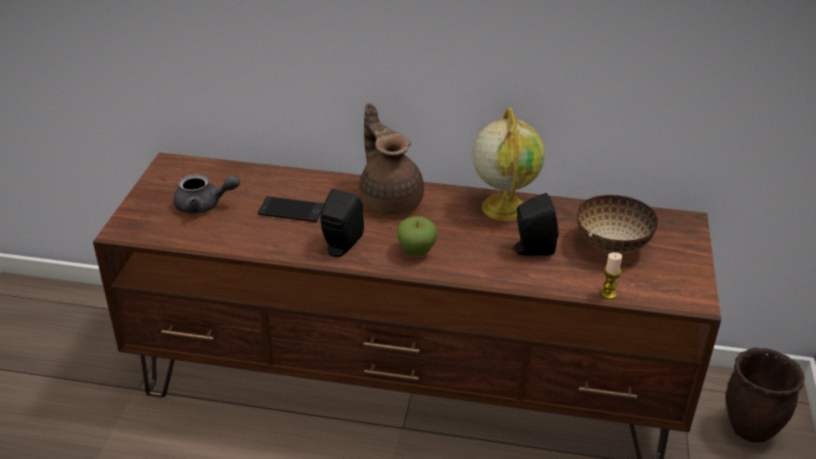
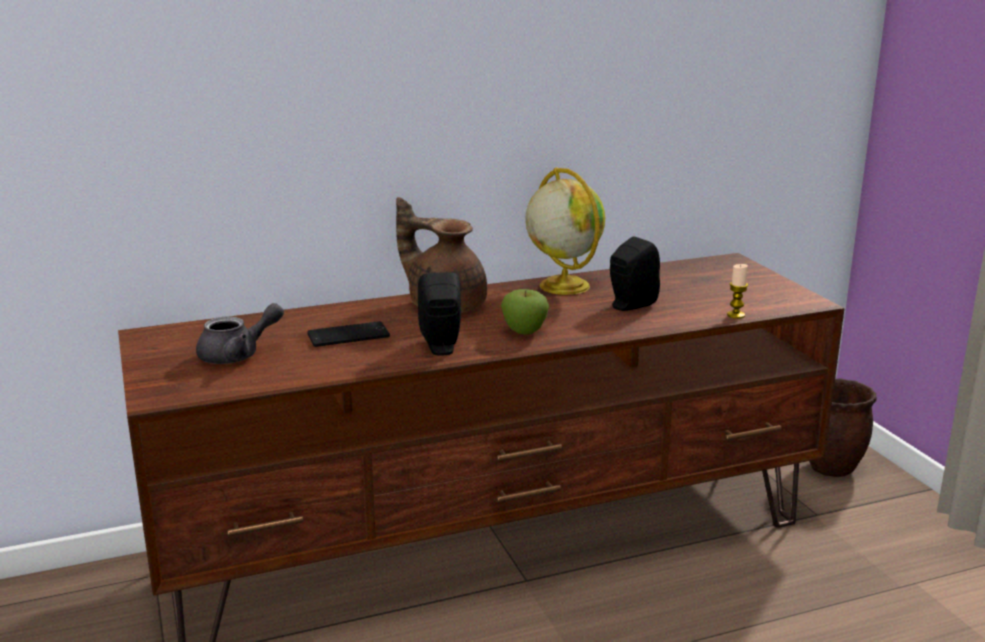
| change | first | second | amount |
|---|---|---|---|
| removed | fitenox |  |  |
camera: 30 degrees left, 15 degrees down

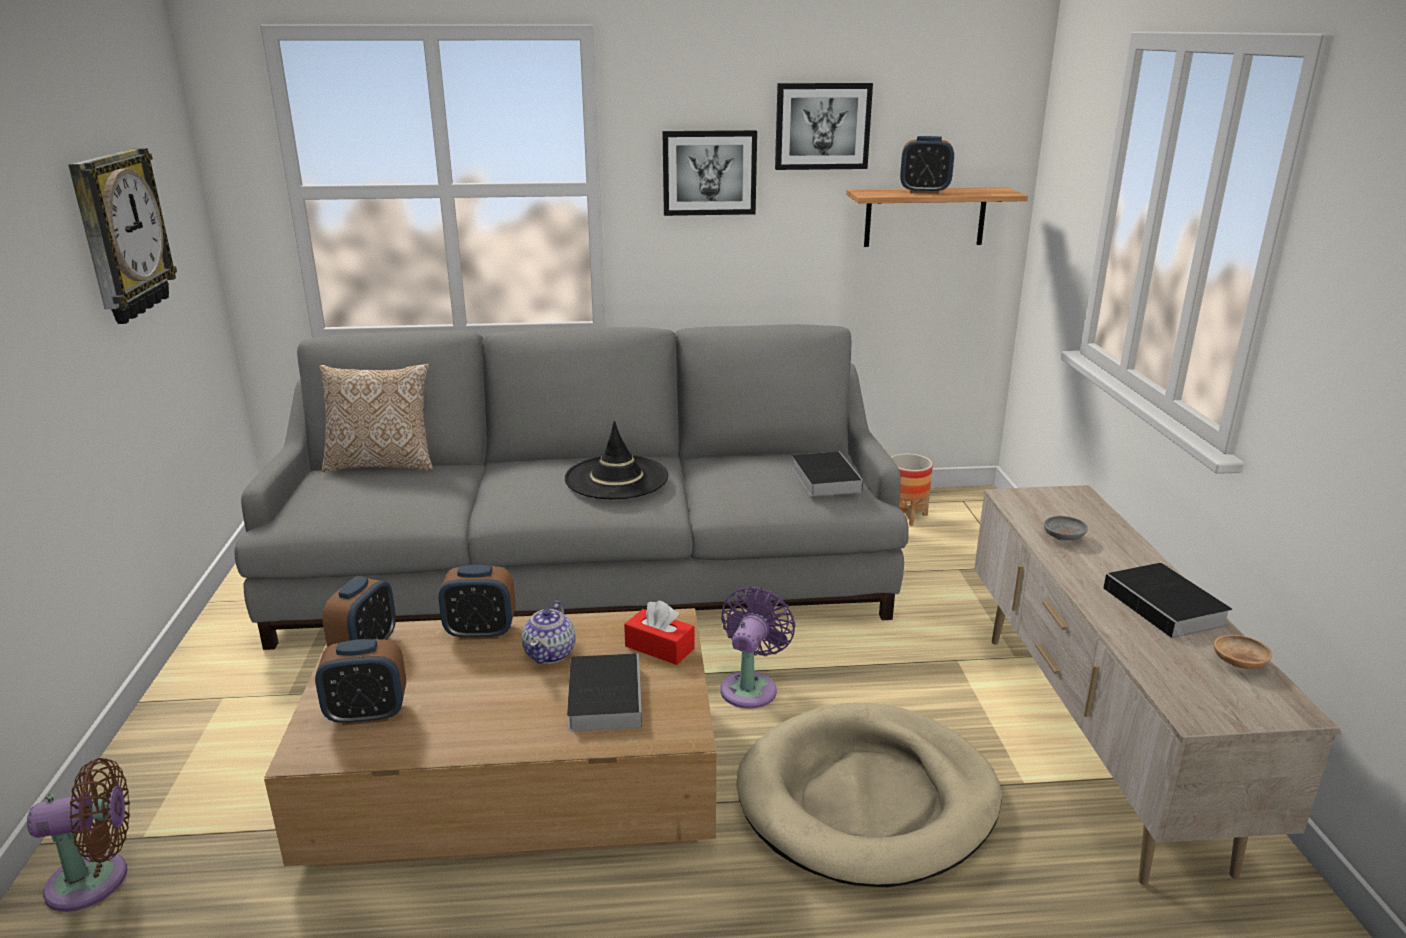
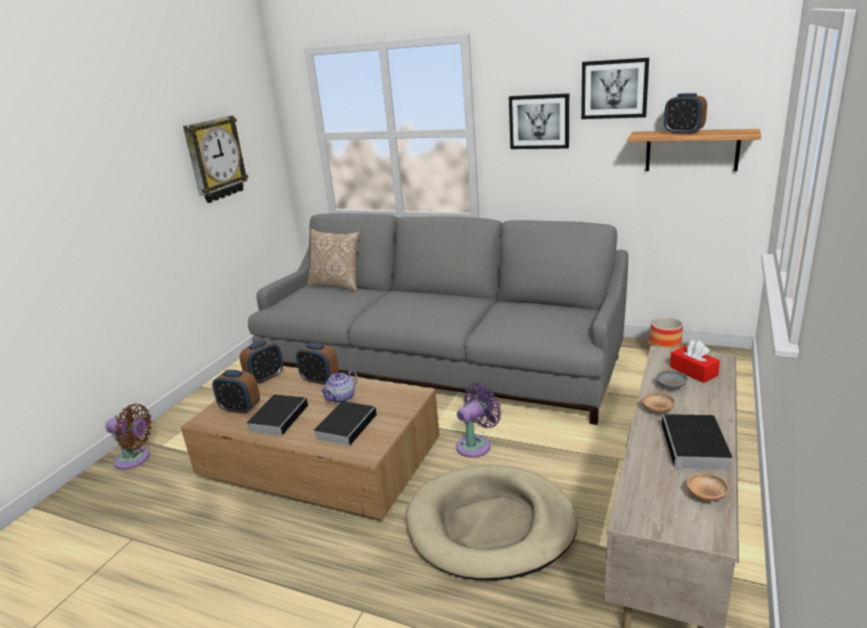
| change | first | second | amount |
|---|---|---|---|
| removed | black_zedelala |  |  |
| moved | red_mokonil |  |  |
| moved | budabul (2nd from left in the first image) | budabul (1st from left) |  |
| added |  | brown_fitenox (1st from left) |  |
camera: 30 degrees right, 0 degrees up

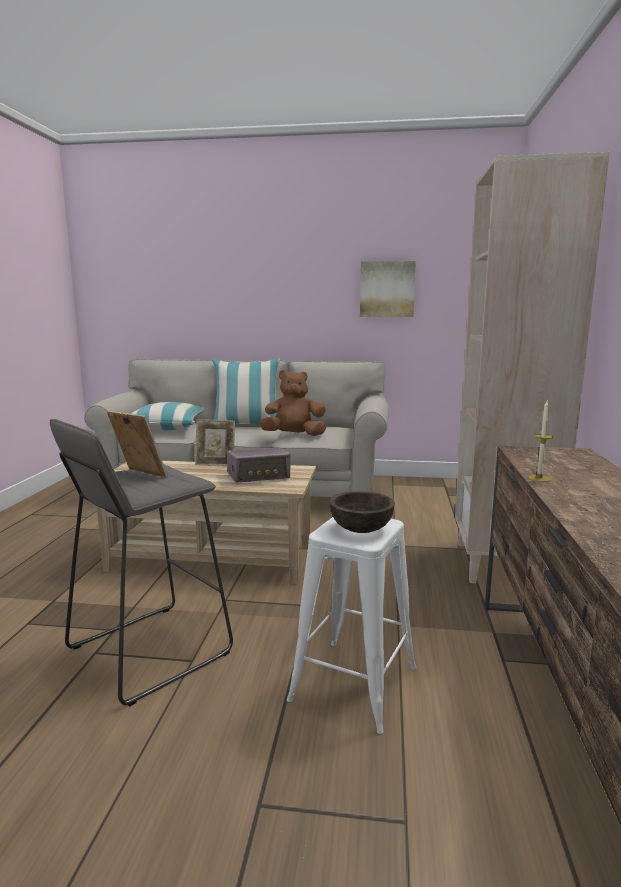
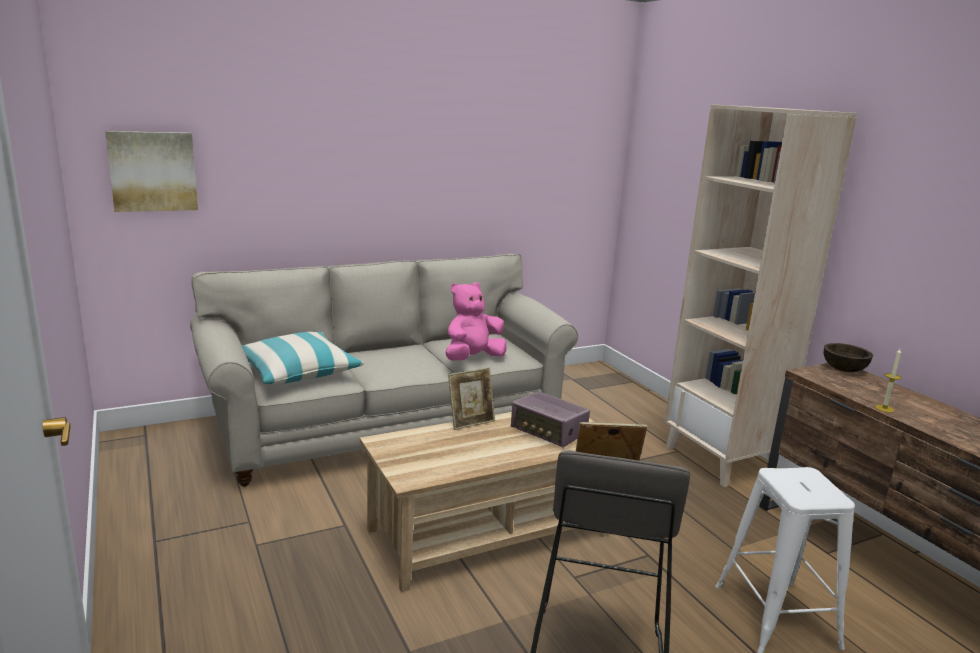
| change | first | second | amount |
|---|---|---|---|
| removed | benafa (2nd from left) |  |  |
| turned | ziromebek |  | 90 degrees clockwise |
| recoloured | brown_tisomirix | pink_tisomirix |  |
| moved | brown_fitenox |  |  |
| moved | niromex |  |  |
camera: 35 degrees left, 5 degrees up

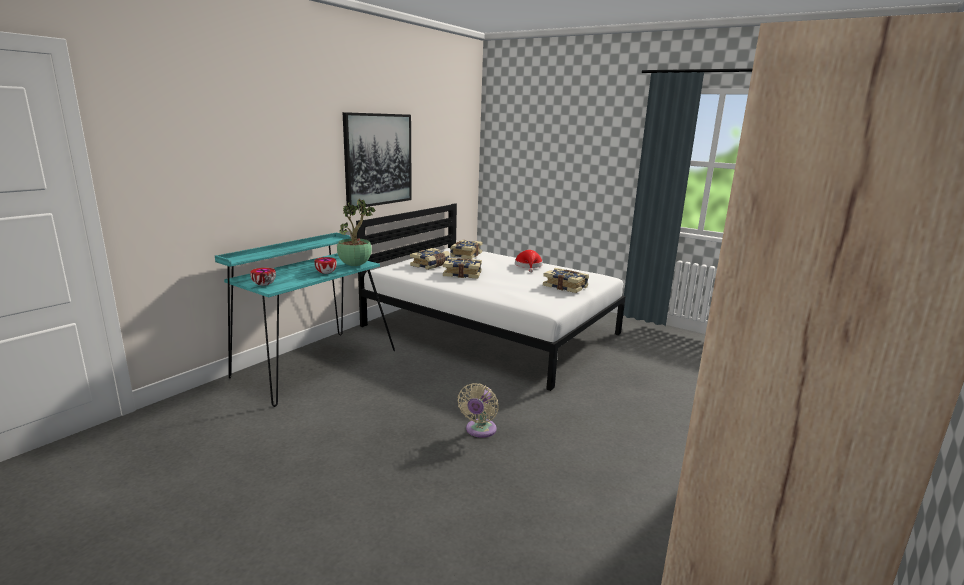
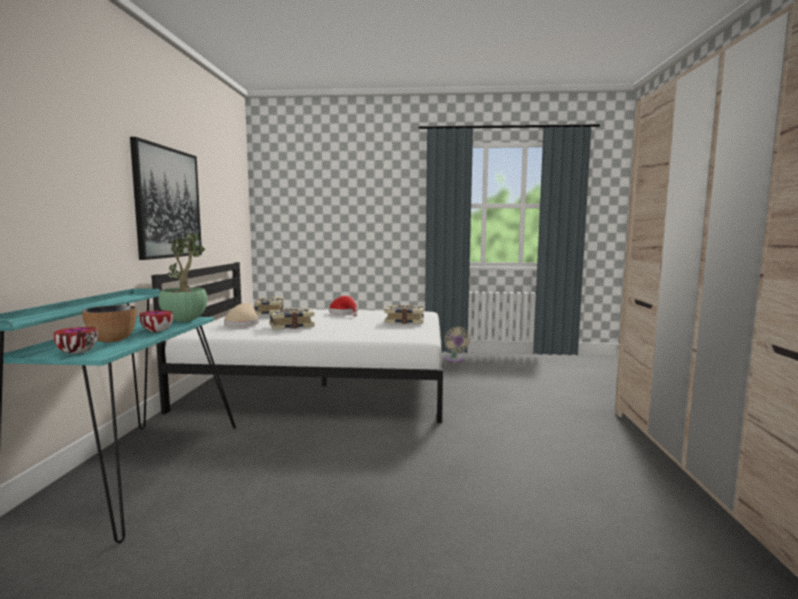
| change | first | second | amount |
|---|---|---|---|
| replaced | budabul (1st from left) | beige_zedelala |  |
| moved | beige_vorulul |  |  |
| added |  | fitenox (2nd from left) |  |
camera: 30 degrees left, 10 degrees down

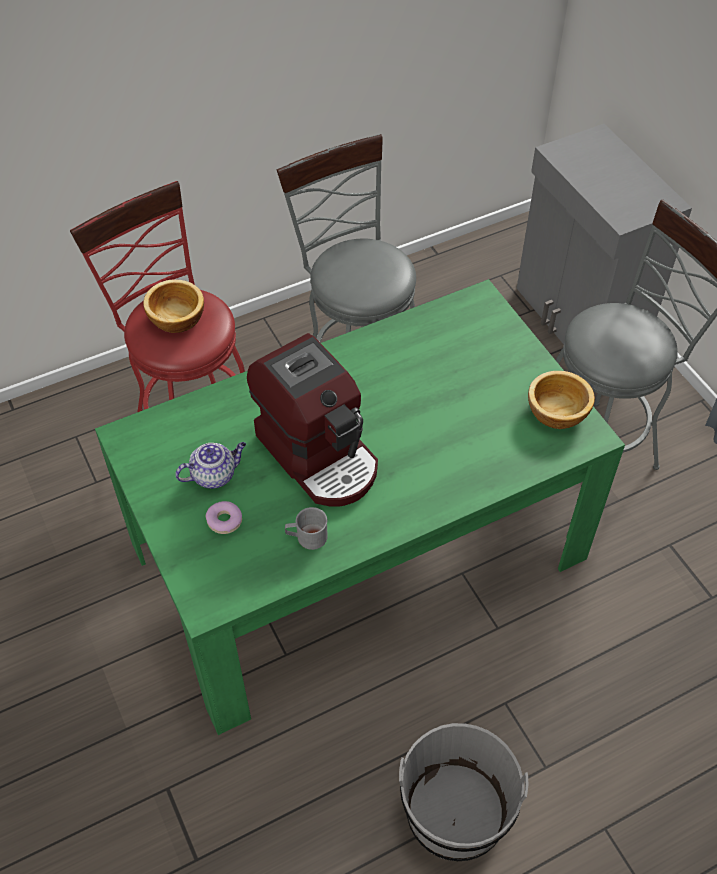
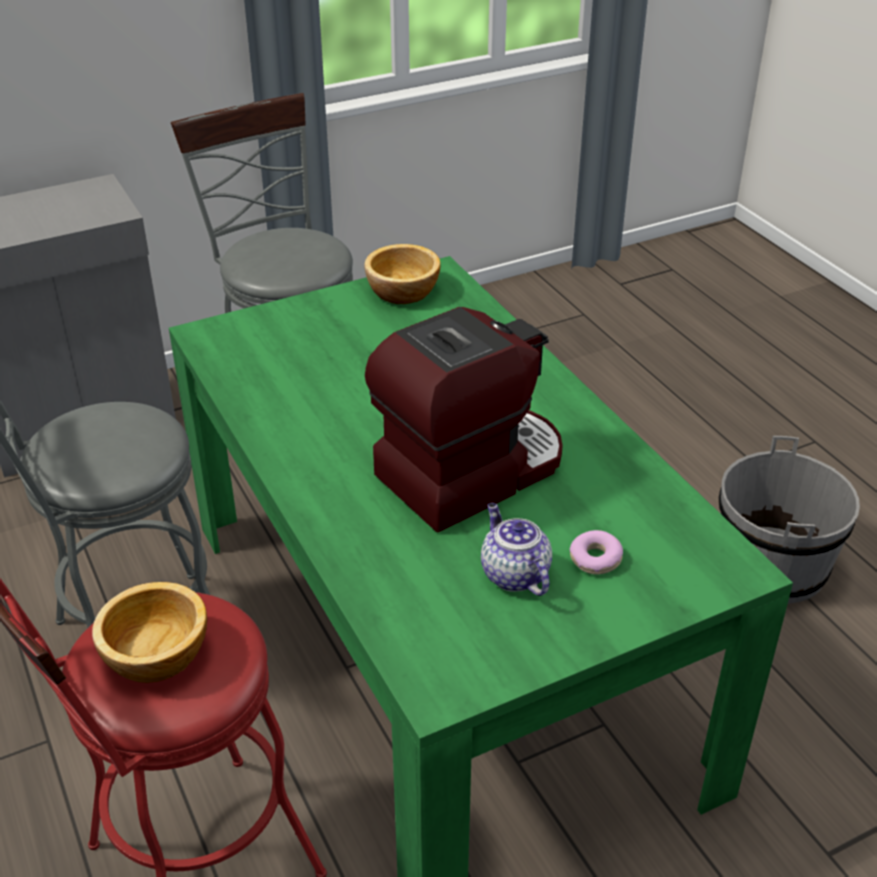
| change | first | second | amount |
|---|---|---|---|
| removed | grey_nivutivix |  |  |
camera: 90 degrees left, 15 degrees down

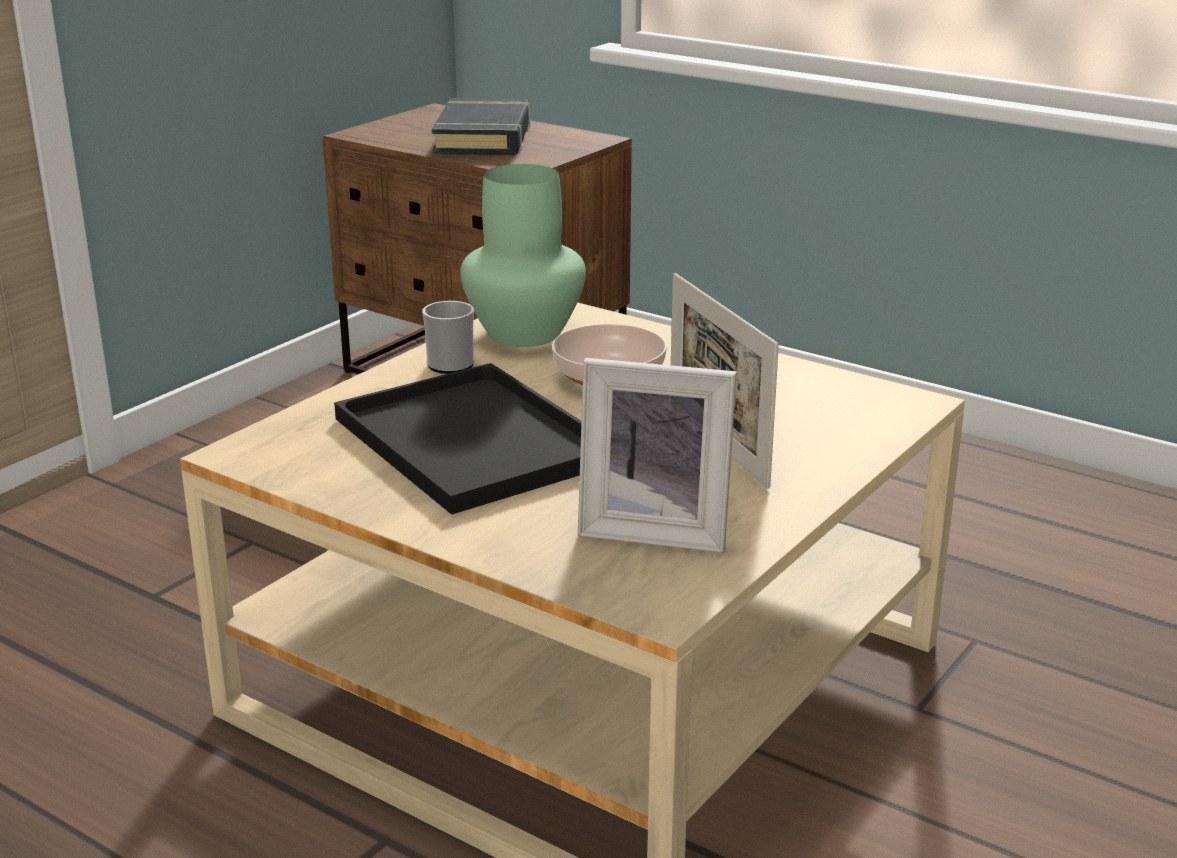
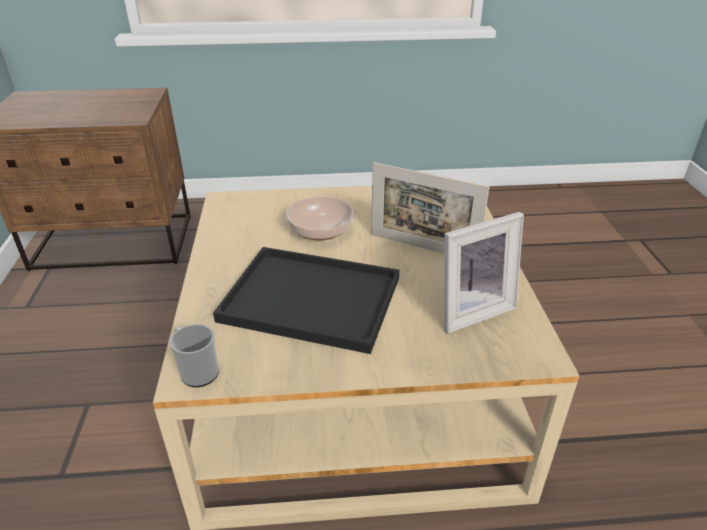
| change | first | second | amount |
|---|---|---|---|
| moved | nivutivix |  |  |
| removed | black_budabul |  |  |
| removed | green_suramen |  |  |
camera: 40 degrees left, 10 degrees up

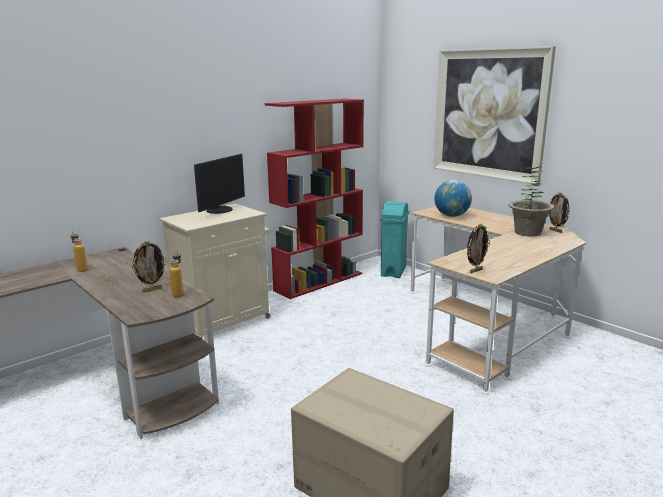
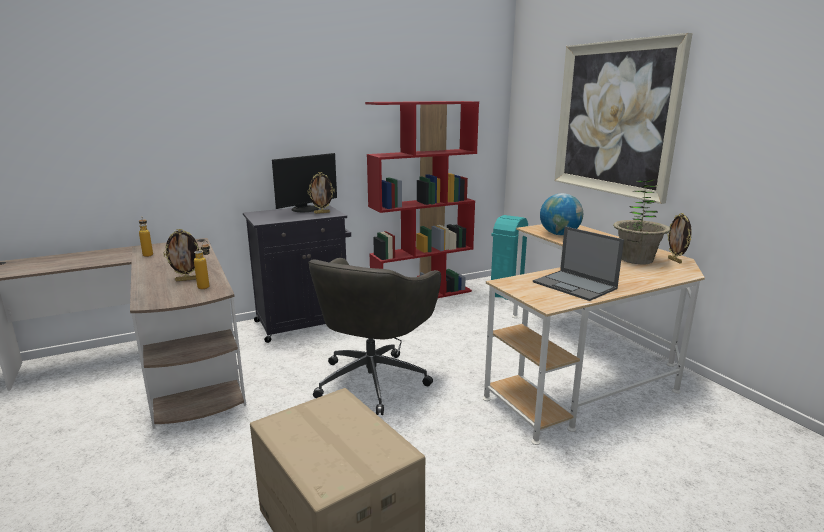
| change | first | second | amount |
|---|---|---|---|
| recoloured | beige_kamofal | black_kamofal |  |
| moved | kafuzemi (2nd from left) |  |  |
| added |  | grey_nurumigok |  |
| added |  | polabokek |  |
camera: 15 degrees right, 0 degrees up

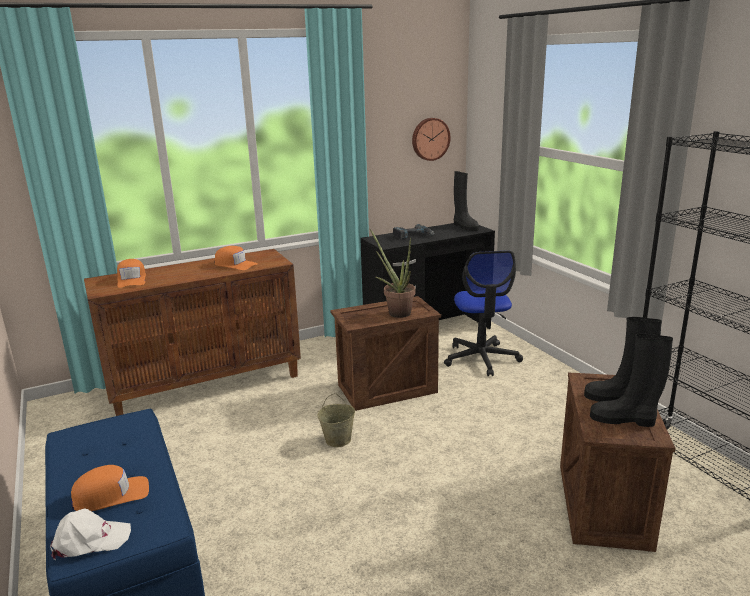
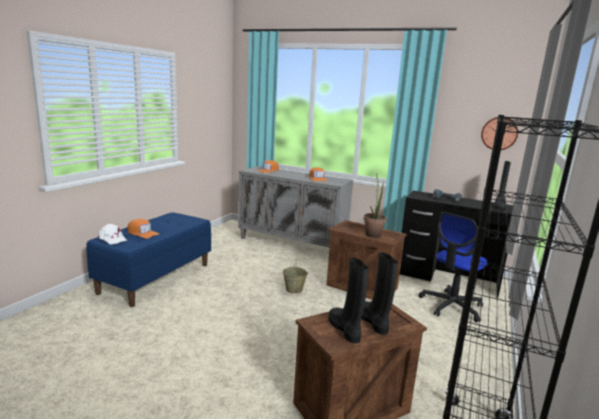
| change | first | second | amount |
|---|---|---|---|
| recoloured | brown_kamofal | grey_kamofal |  |
camera: 50 degrees right, 5 degrees down

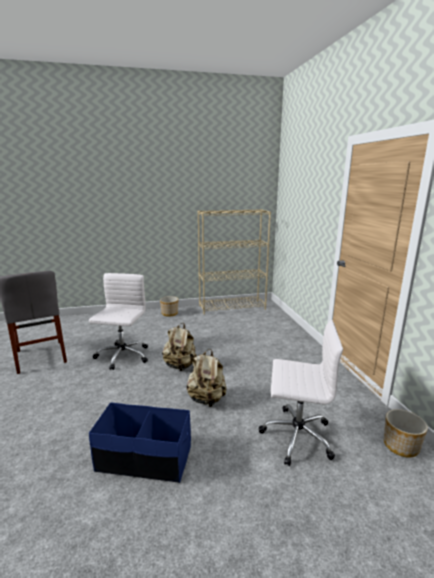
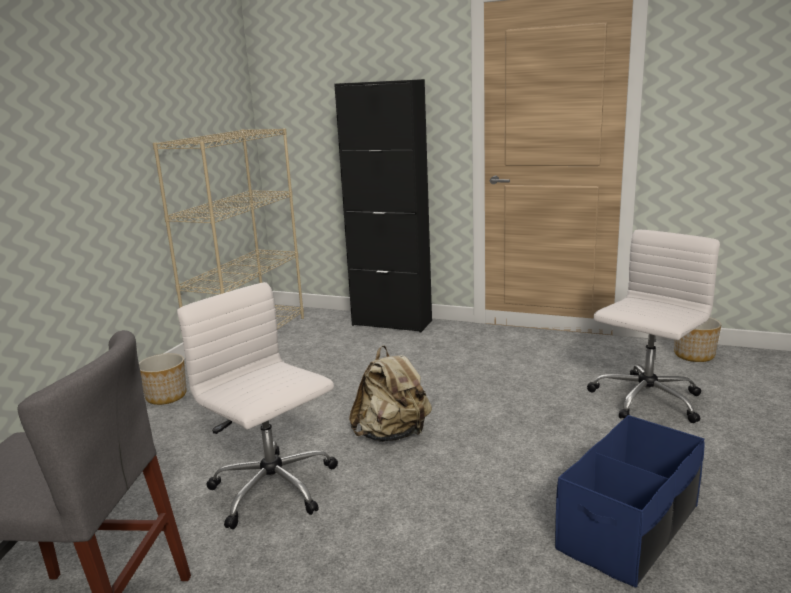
| change | first | second | amount |
|---|---|---|---|
| removed | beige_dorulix (2nd from left) |  |  |
| added |  | black_kamofal |  |
camera: 55 degrees left, 0 degrees up

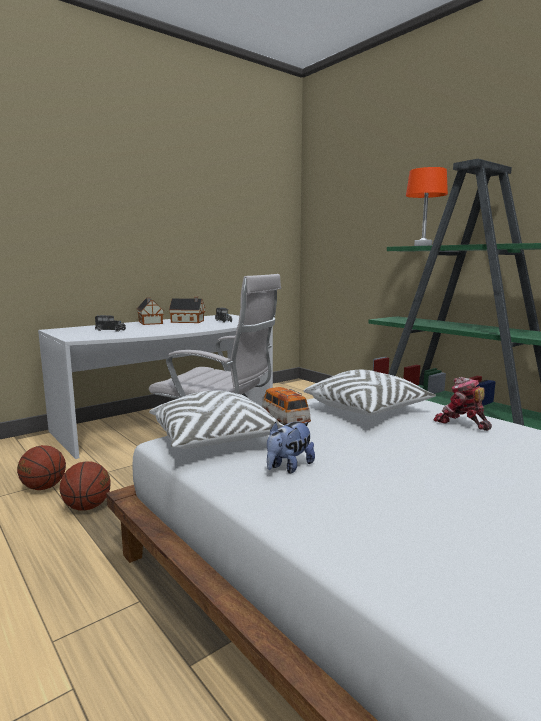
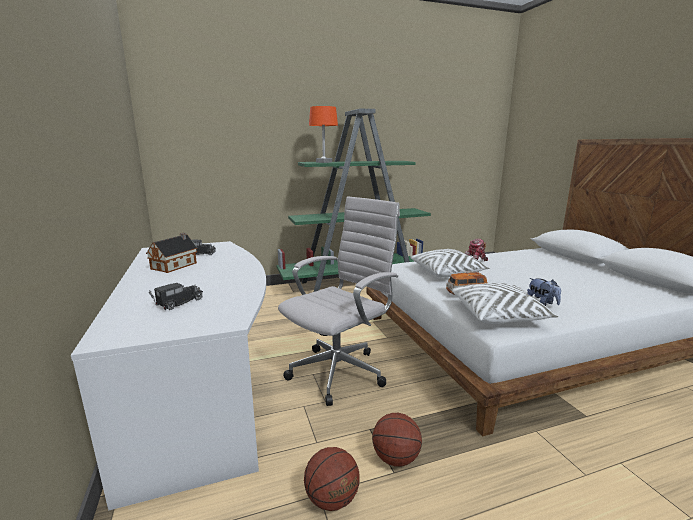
| change | first | second | amount |
|---|---|---|---|
| removed | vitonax (1st from left) |  |  |
camera: 70 degrees left, 5 degrees up

